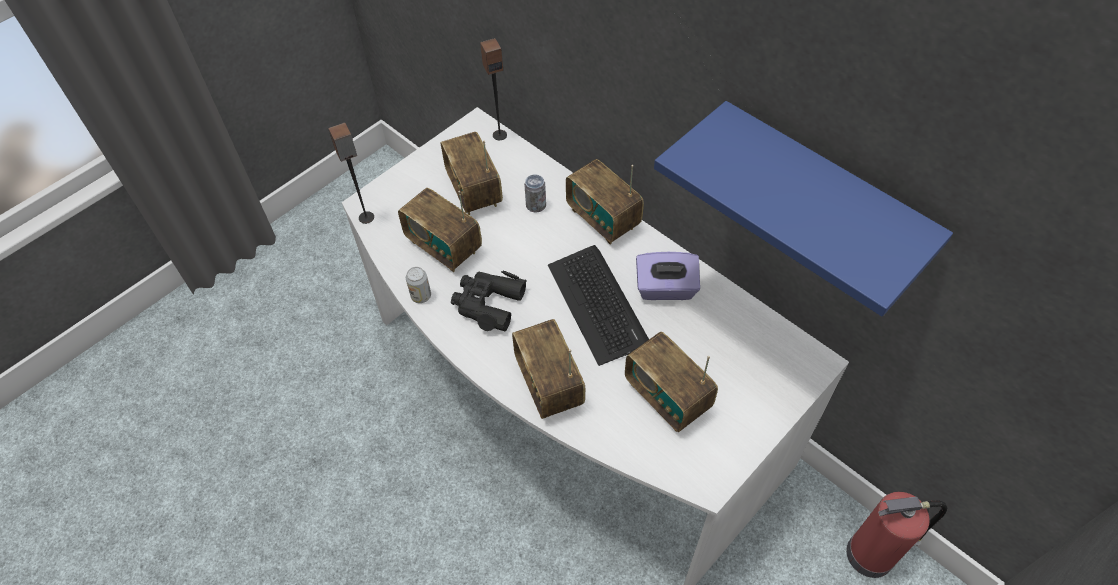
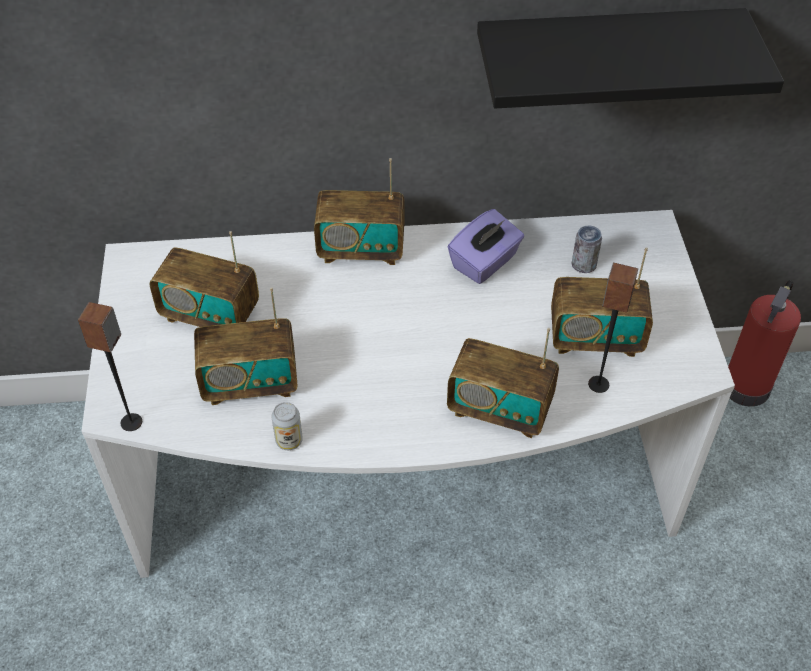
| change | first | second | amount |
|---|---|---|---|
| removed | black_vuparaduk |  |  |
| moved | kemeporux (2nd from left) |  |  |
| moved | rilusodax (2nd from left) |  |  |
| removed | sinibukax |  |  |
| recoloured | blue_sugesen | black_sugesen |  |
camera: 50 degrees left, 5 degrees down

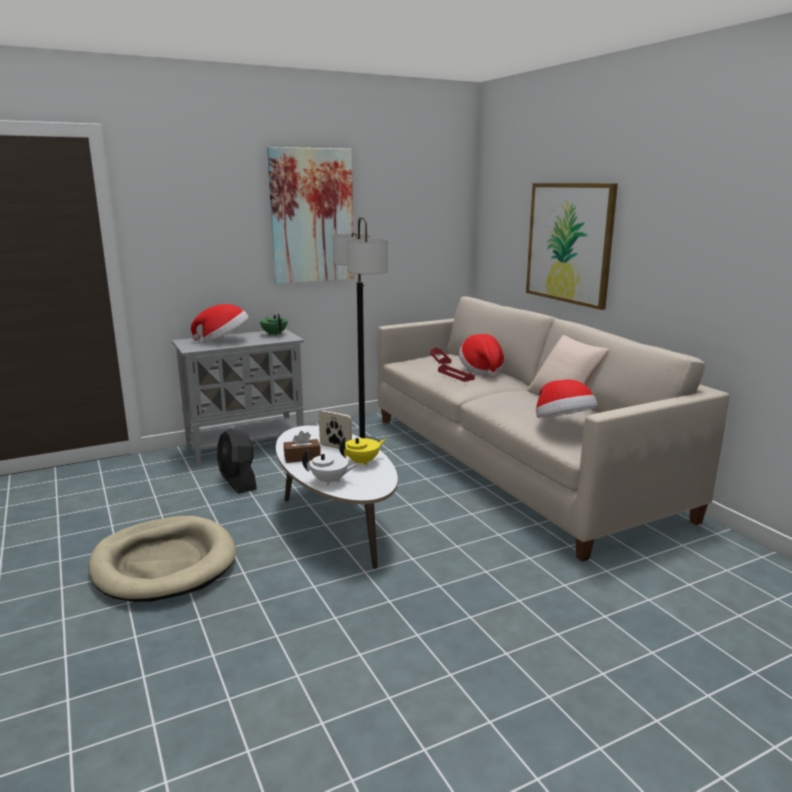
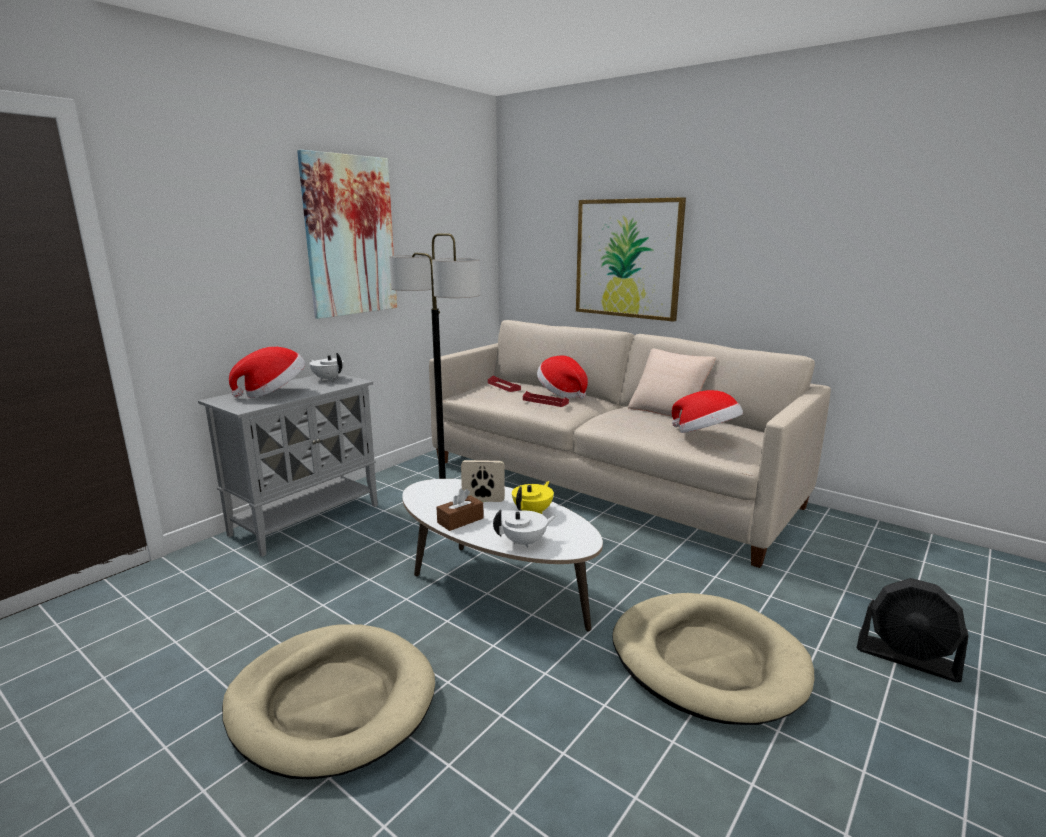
| change | first | second | amount |
|---|---|---|---|
| moved | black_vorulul |  |  |
| recoloured | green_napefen | white_napefen (1st from left) |  |
| added |  | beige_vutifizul (2nd from left) |  |
camera: 25 degrees left, 0 degrees up

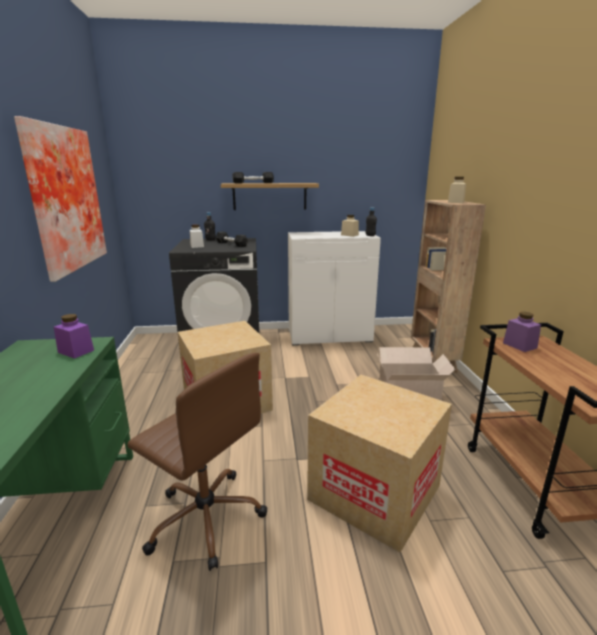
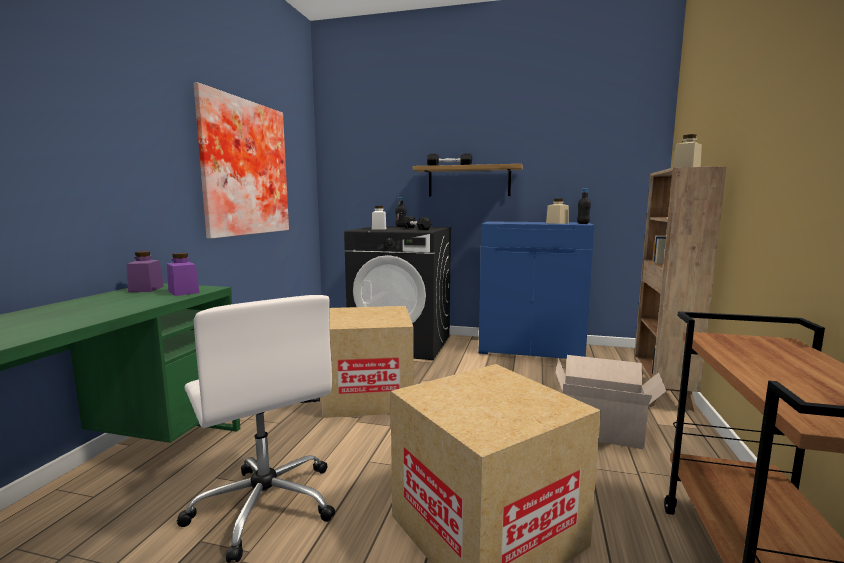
| change | first | second | amount |
|---|---|---|---|
| recoloured | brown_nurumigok | white_nurumigok |  |
| recoloured | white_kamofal | blue_kamofal |  |
| moved | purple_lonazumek (2nd from left in the first image) | purple_lonazumek (1st from left) |  |
camera: 20 degrees right, 10 degrees down

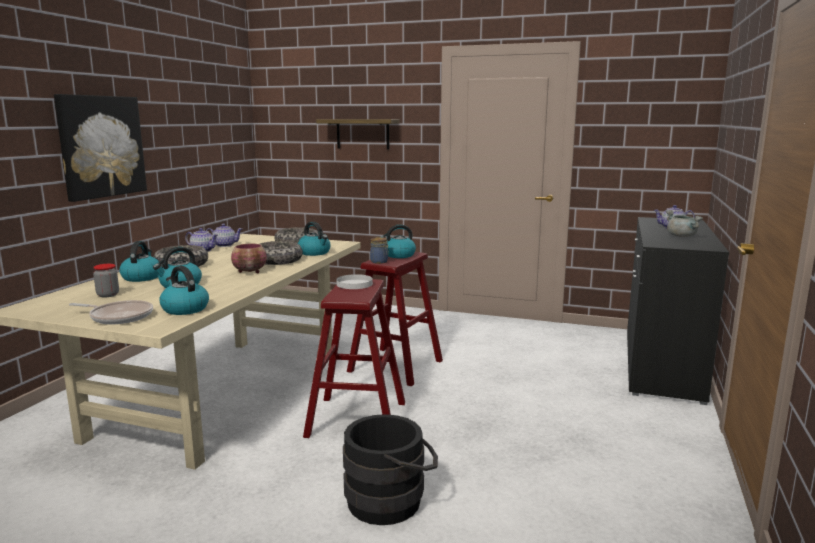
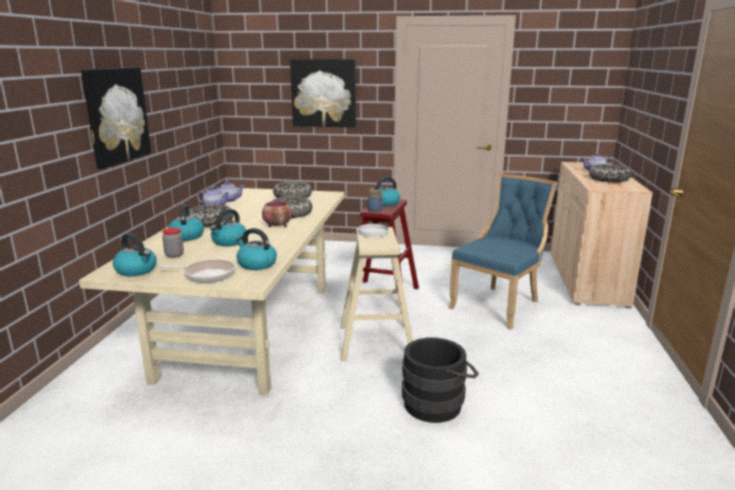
| change | first | second | amount |
|---|---|---|---|
| moved | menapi (4th from left in the first image) | menapi (1st from left) |  |
| recoloured | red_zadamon (1st from left) | beige_zadamon |  |
| replaced | sugesen | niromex (2nd from left) |  |
| recoloured | black_kamofal | beige_kamofal |  |
| replaced | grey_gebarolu | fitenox (5th from left) |  |
| added |  | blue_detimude |  |
camera: 10 degrees left, 5 degrees up

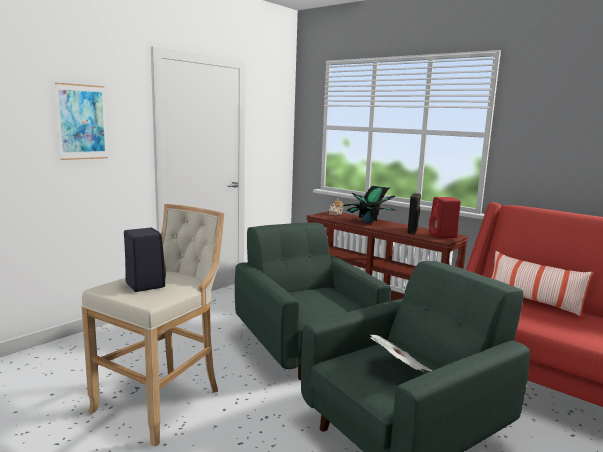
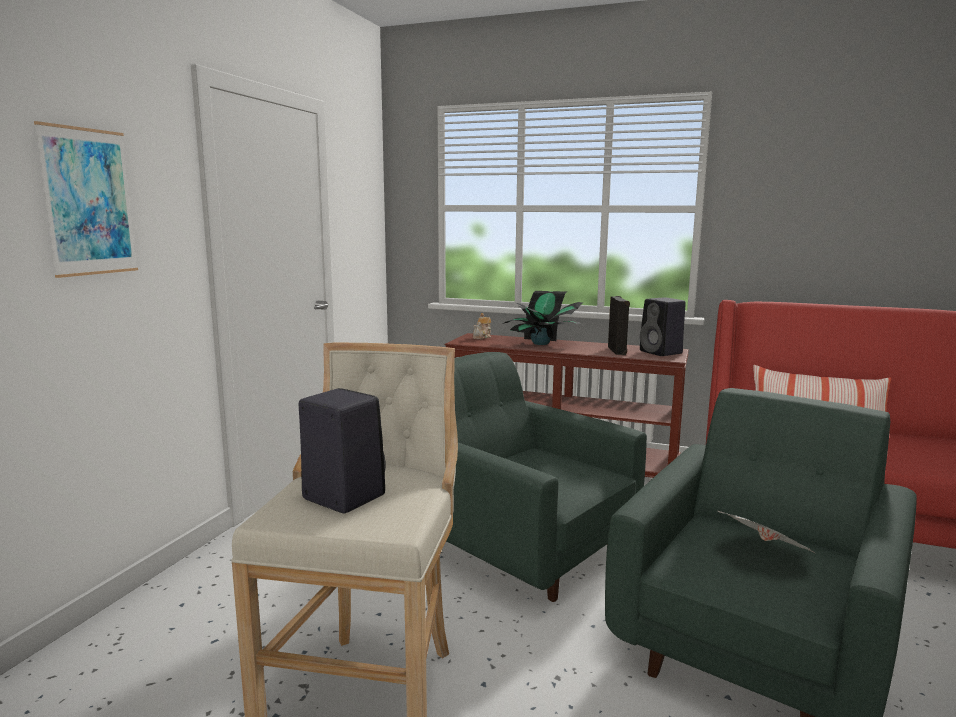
| change | first | second | amount |
|---|---|---|---|
| recoloured | red_kemeporux | black_kemeporux (3rd from left) |  |
camera: 20 degrees left, 0 degrees up

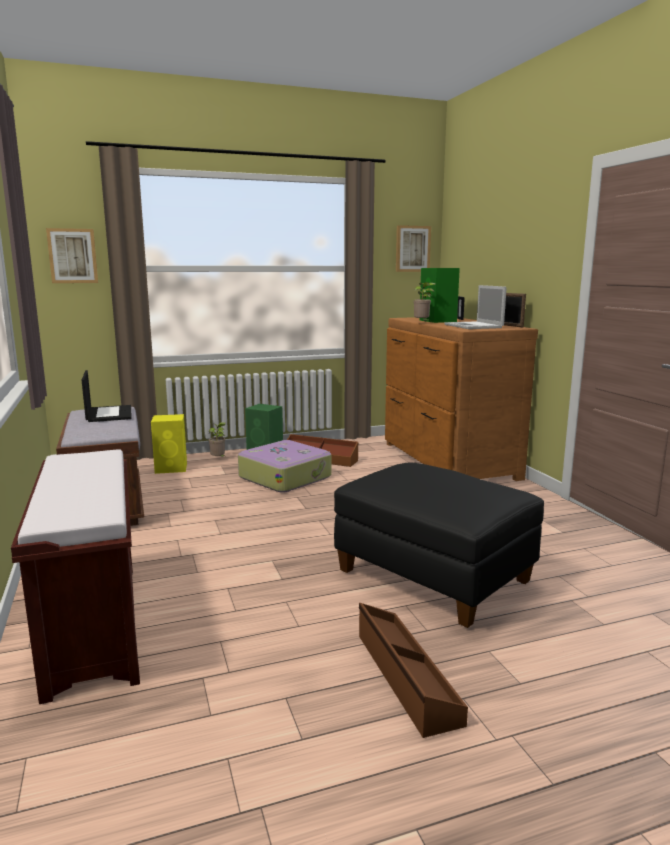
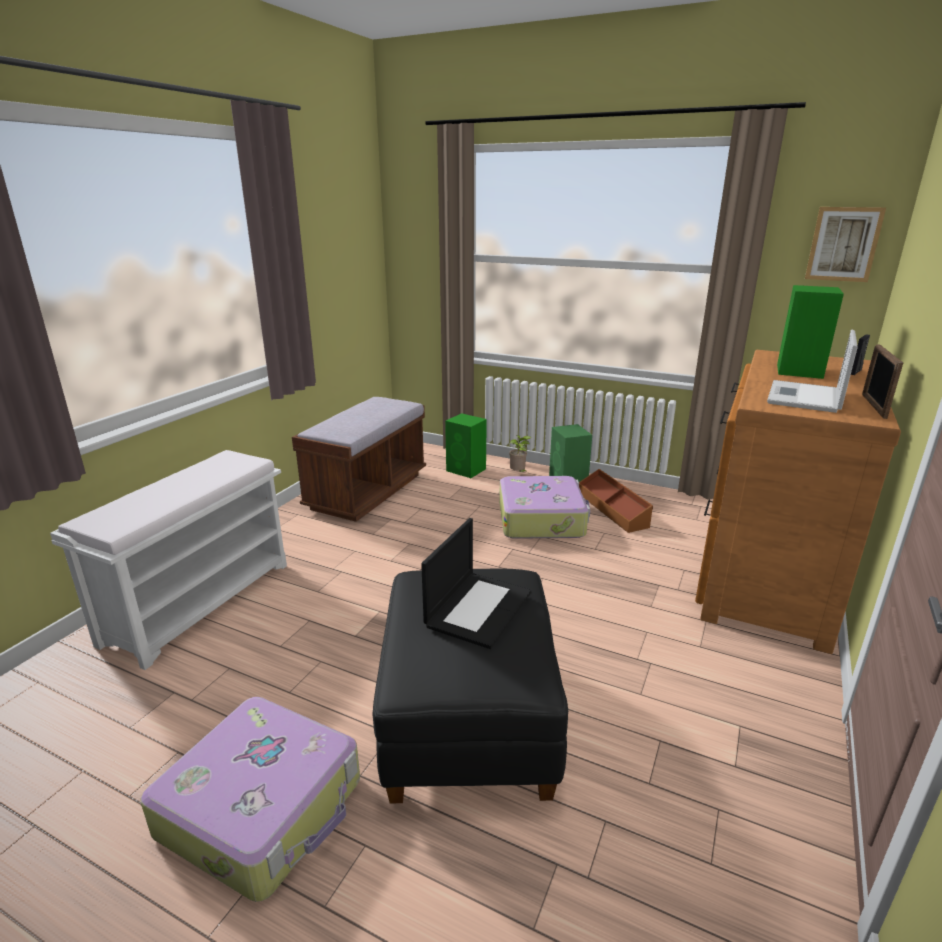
| change | first | second | amount |
|---|---|---|---|
| recoloured | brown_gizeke (1st from left) | white_gizeke |  |
| removed | niromex (1st from left) |  |  |
| moved | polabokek (1st from left) |  |  |
| recoloured | yellow_kemeporux | green_kemeporux (1st from left) |  |
| replaced | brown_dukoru (2nd from left) | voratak (1st from left) |  |
| removed | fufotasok (2nd from left) |  |  |
camera: 45 degrees right, 10 degrees up

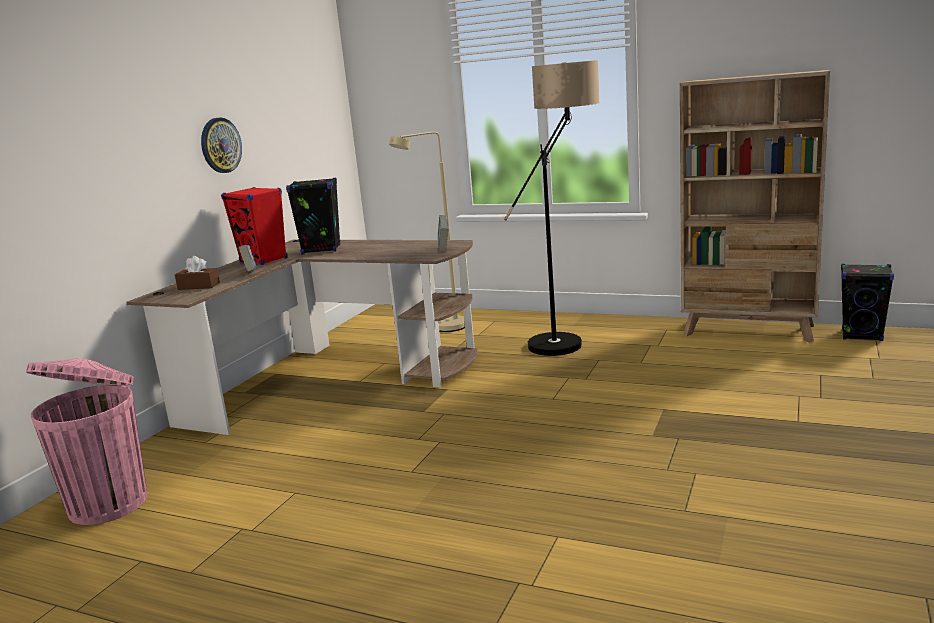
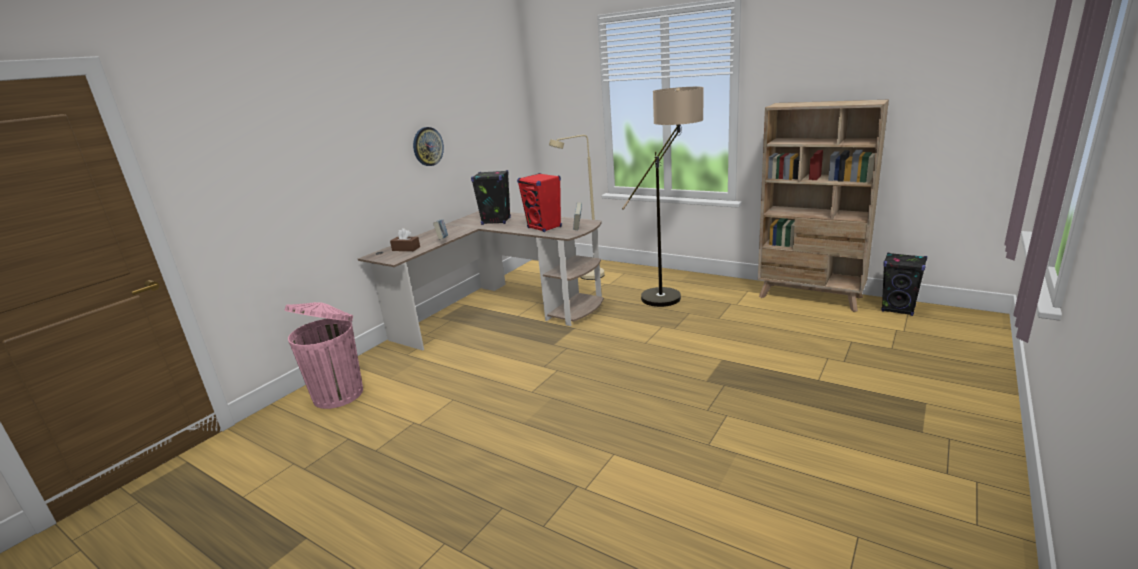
| change | first | second | amount |
|---|---|---|---|
| moved | red_kemeporux |  |  |
camera: 10 degrees right, 5 degrees up

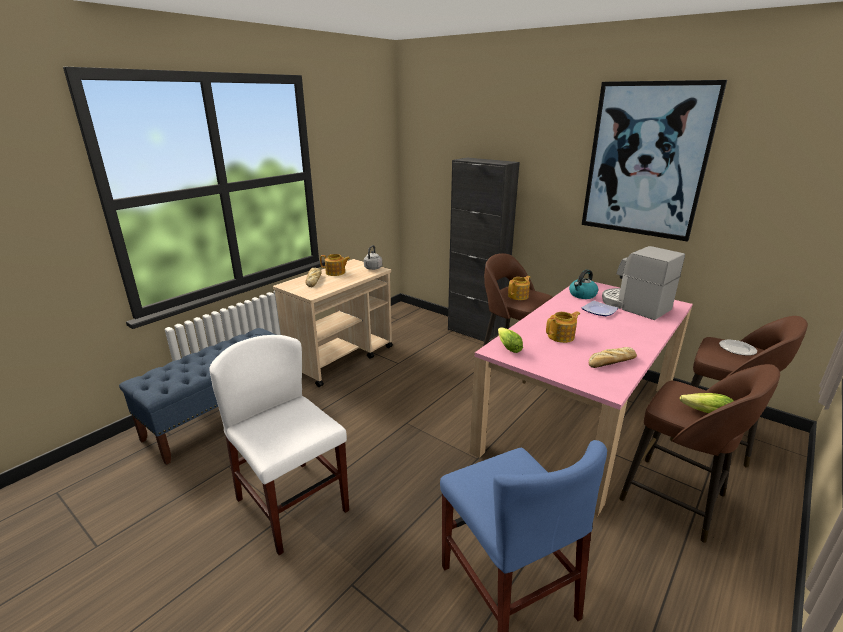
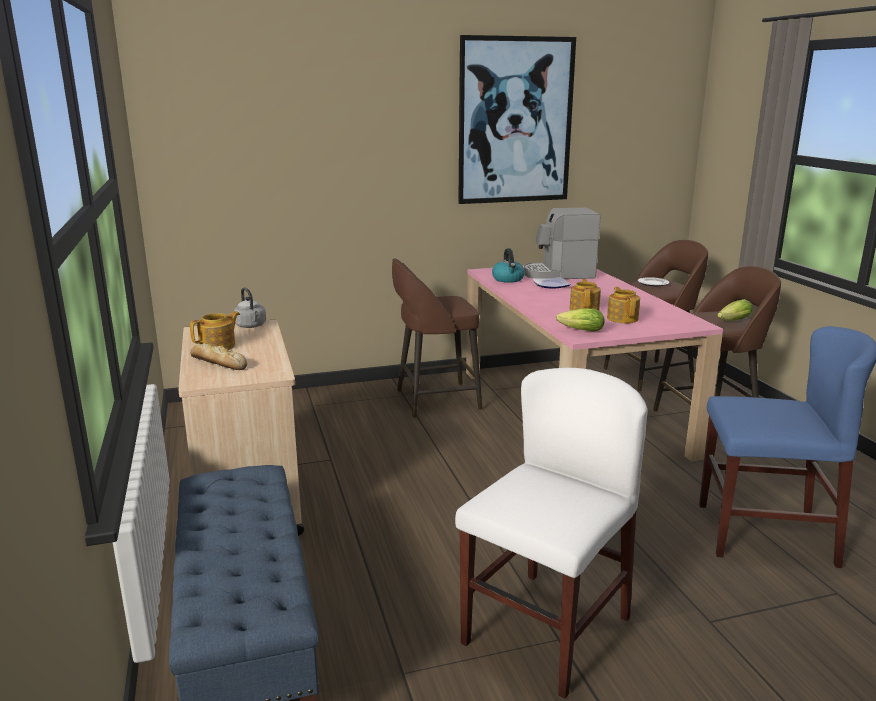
| change | first | second | amount |
|---|---|---|---|
| turned | white_detimude |  | 135 degrees clockwise |
| removed | black_kamofal |  |  |
| moved | napefen (2nd from left in the first image) | napefen (3rd from left) |  |
| removed | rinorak (2nd from left) |  |  |
camera: 55 degrees left, 5 degrees down

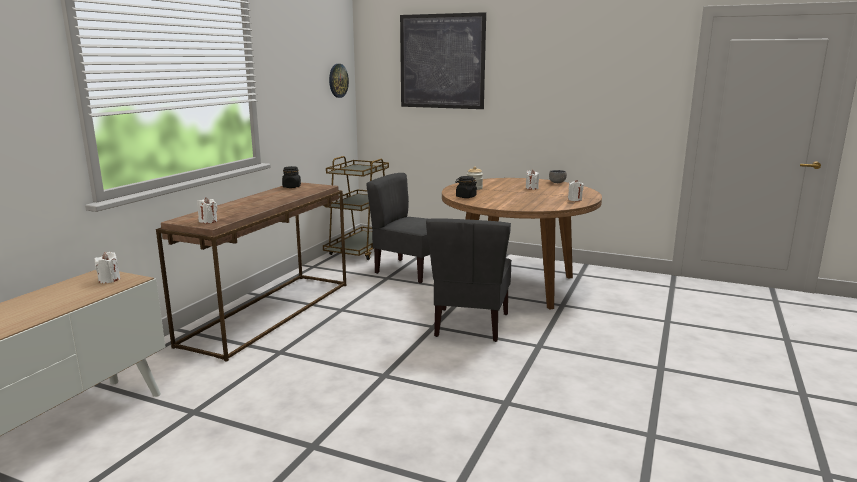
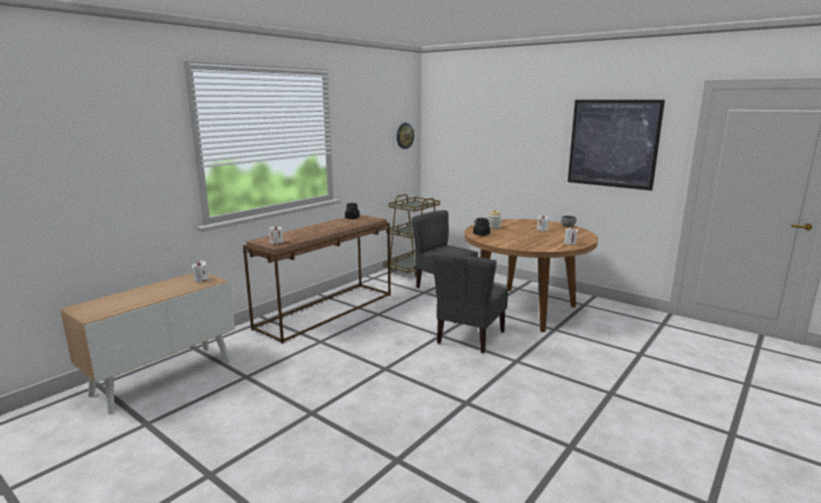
| change | first | second | amount |
|---|---|---|---|
| moved | niromex |  |  |
camera: 15 degrees right, 0 degrees up

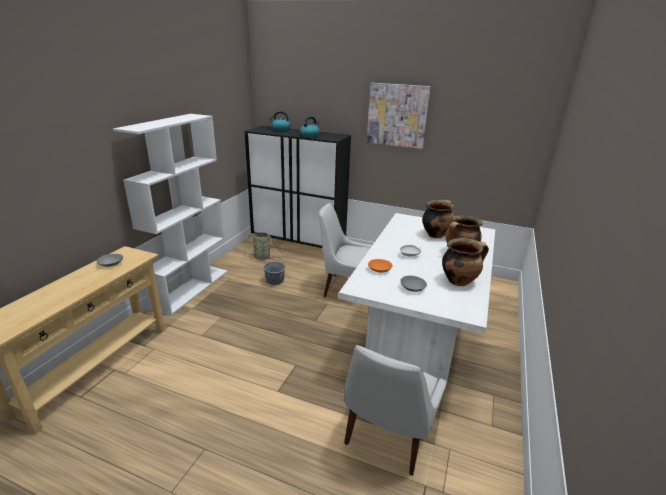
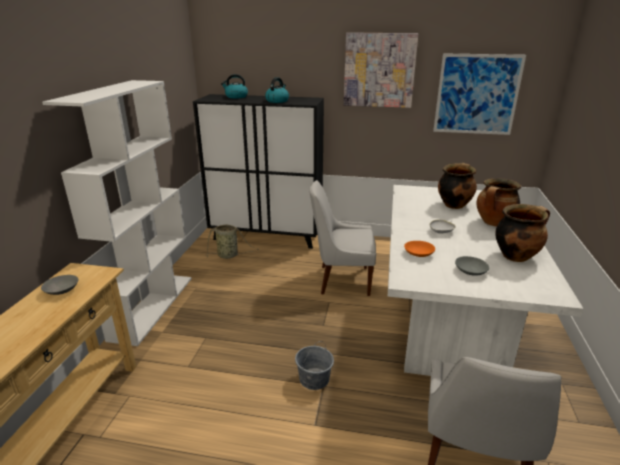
| change | first | second | amount |
|---|---|---|---|
| moved | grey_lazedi |  |  |
| added |  | niromex (2nd from left) |  |
camera: 10 degrees left, 0 degrees up

